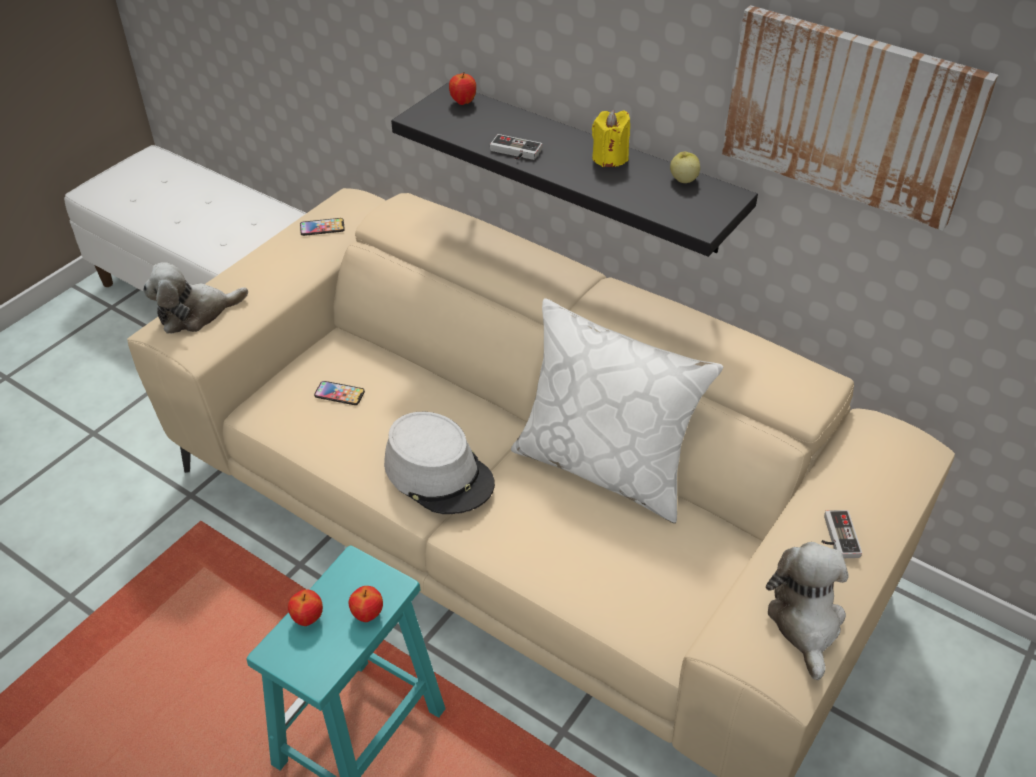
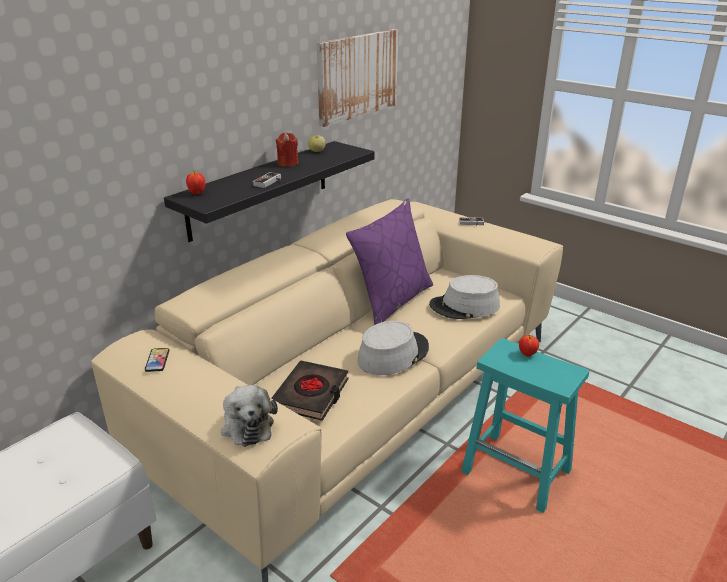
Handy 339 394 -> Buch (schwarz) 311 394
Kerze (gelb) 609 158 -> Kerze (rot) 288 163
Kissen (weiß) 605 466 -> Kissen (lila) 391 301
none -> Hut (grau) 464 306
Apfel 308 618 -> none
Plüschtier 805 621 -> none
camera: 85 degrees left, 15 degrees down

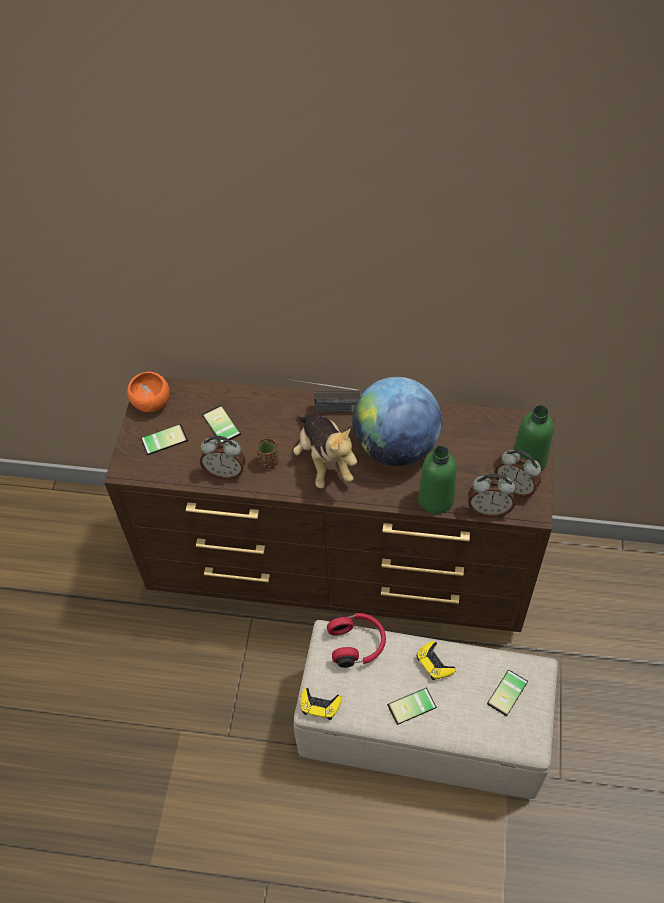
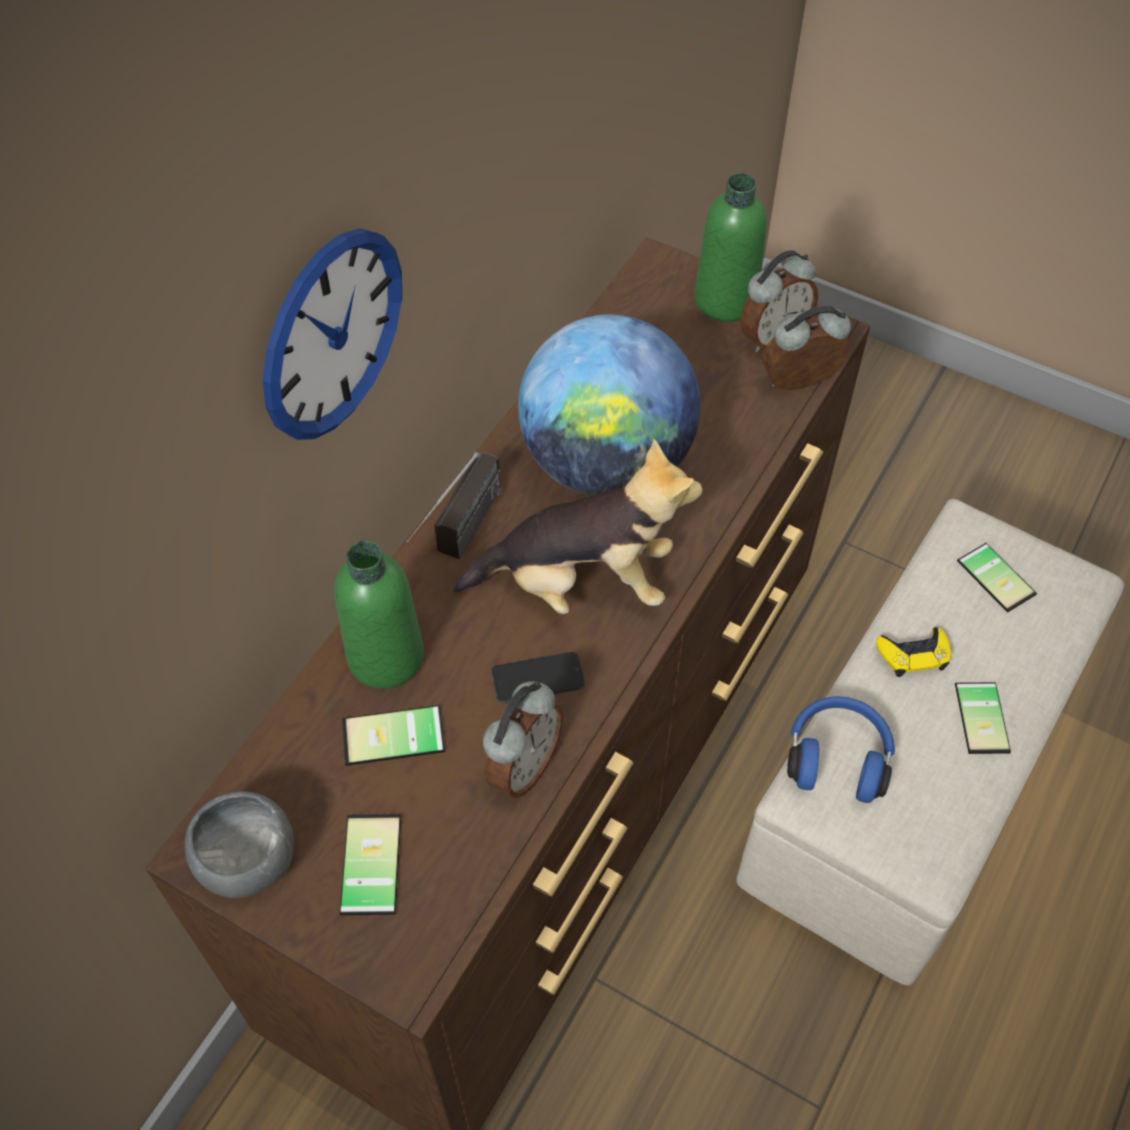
Schüssel (orange) 150 402 -> Schüssel (grau) 247 863
none -> Wanduhr 332 335
Flasche (grün) 436 499 -> Flasche (grün) 385 657, moved
Tasse (braun) 268 462 -> Handy 538 678
Wecker 489 509 -> Wecker 800 385, 135 degrees counterclockwise
Kopfhörer (rot) 357 644 -> Kopfhörer (blau) 837 756
Gamepad (gelb) 320 705 -> none
camera: 70 degrees left, 0 degrees up

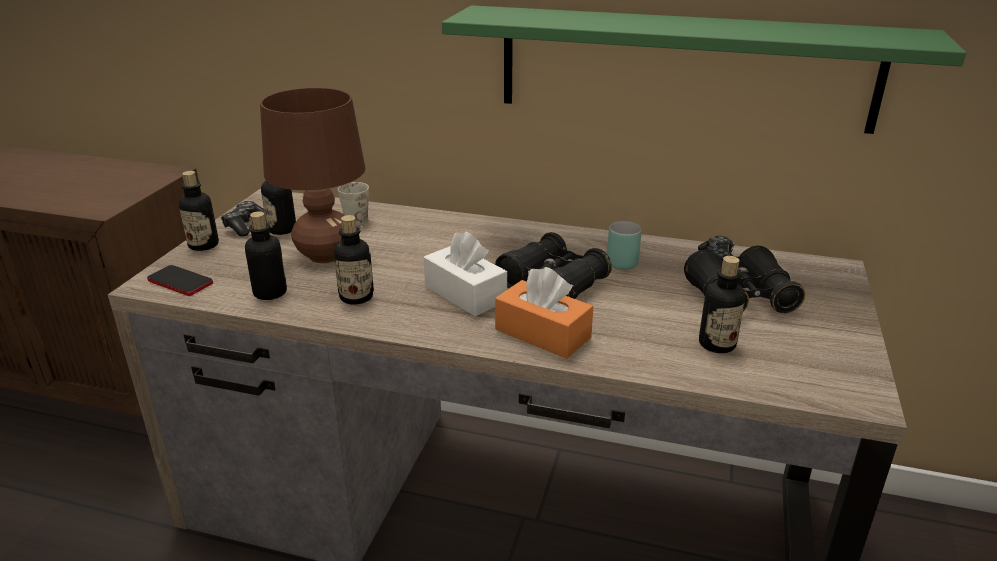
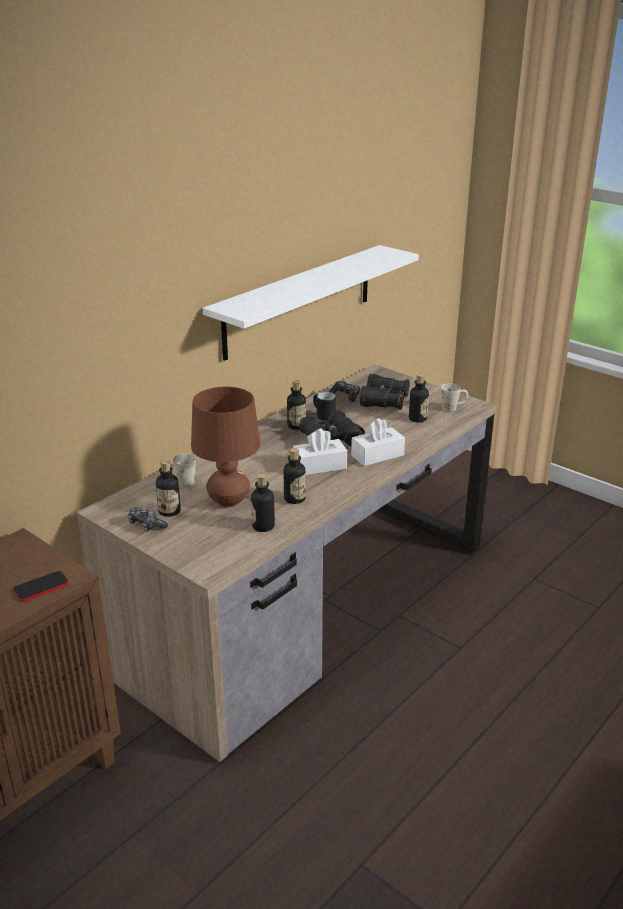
Handy 180 282 -> Handy 41 587, moved
Wandregal (grün) 684 68 -> Wandregal (weiß) 299 301
Flasche 203 245 -> Flasche 296 426, moved
Henkelbecher (türkis) 622 260 -> Henkelbecher (schwarz) 322 416
Taschentuchbox (orange) 542 334 -> Taschentuchbox (weiß) 377 455
none -> Henkelbecher (weiß) 453 408
camera: 65 degrees left, 0 degrees up

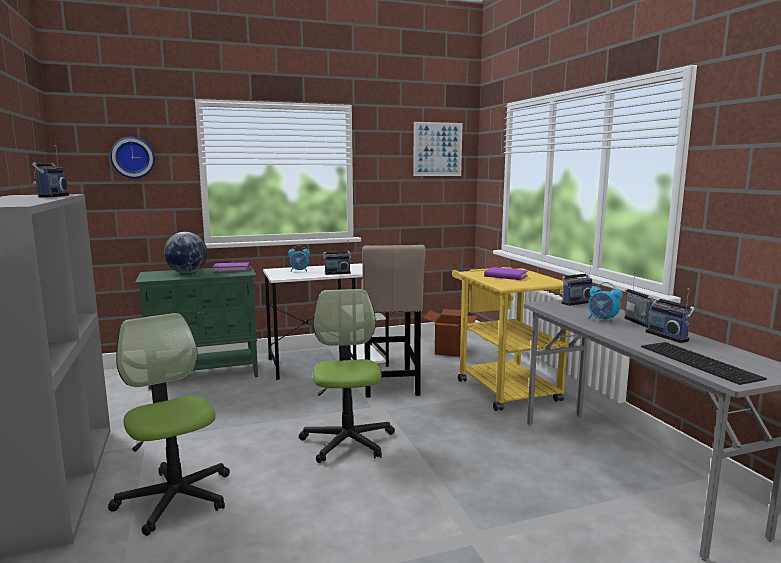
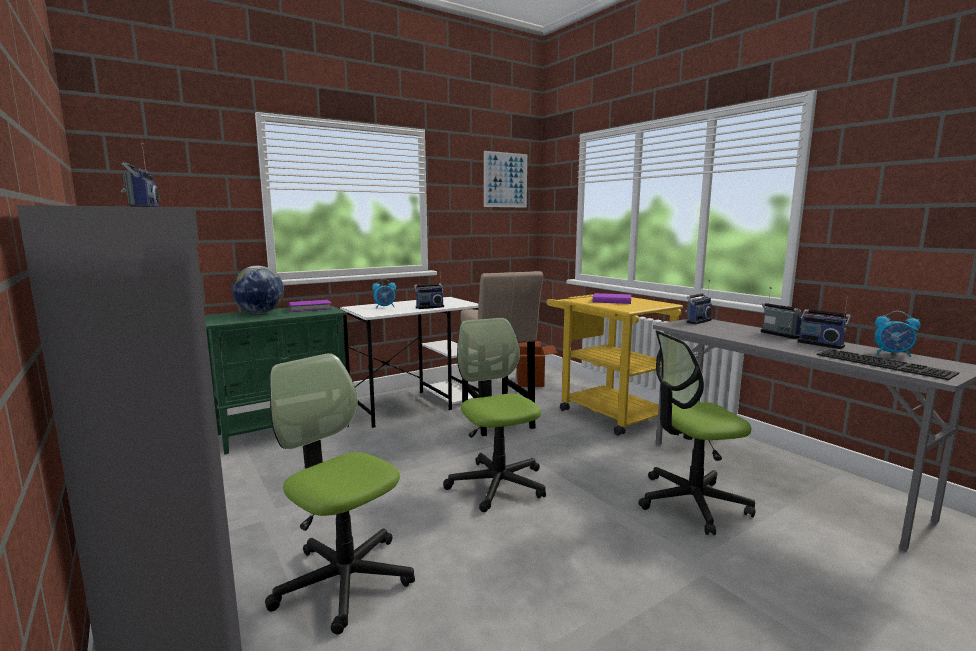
none -> Bürostuhl 691 502
Wecker 602 320 -> Wecker 893 354, moved
Wanduhr 133 157 -> none
camera: 15 degrees left, 0 degrees up

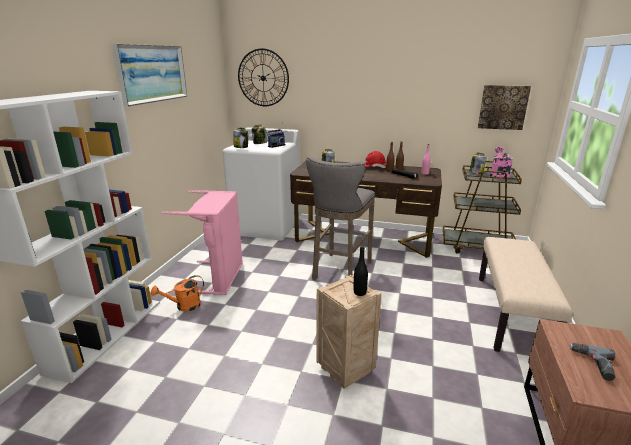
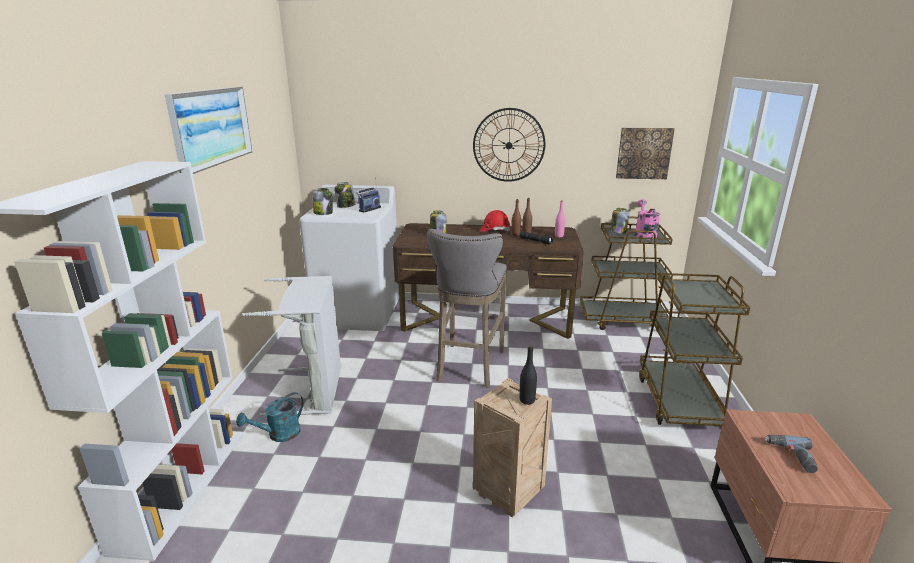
Gießkanne (orange) 184 306 -> Gießkanne (türkis) 279 435
Wäschekorb (rosa) 218 278 -> Wäschekorb (grau) 314 391
Wanduhr 263 78 -> Wanduhr 508 145, moved
Bank (beige) 511 314 -> Rollwagen (braun) 679 401
camera: 10 degrees left, 0 degrees up

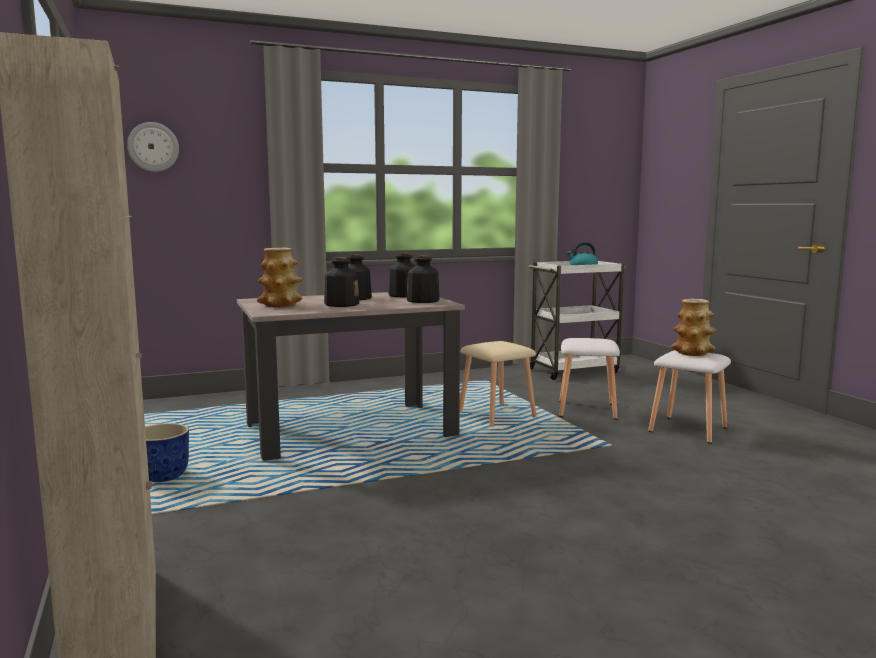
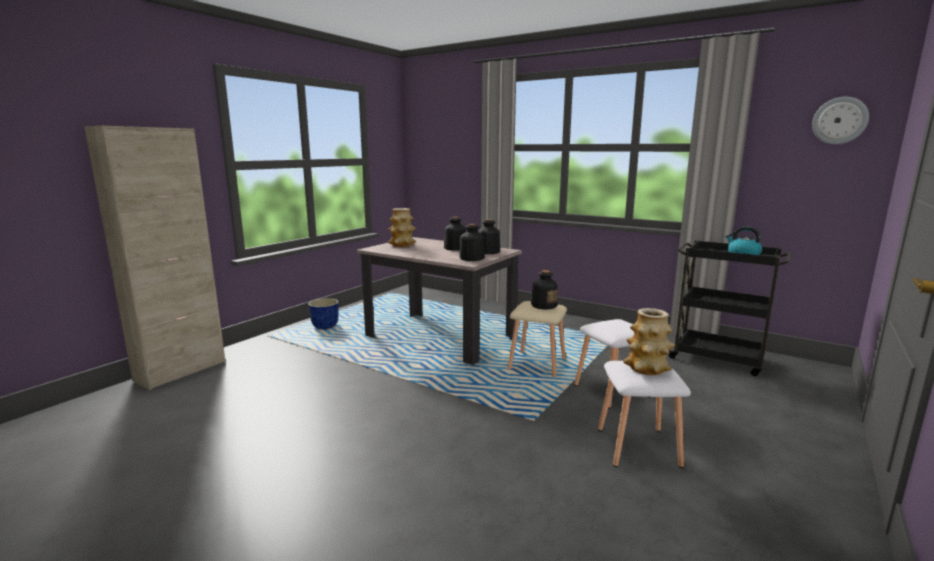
Flasche 341 304 -> Flasche 543 305, moved
Rollwagen (weiß) 574 371 -> Rollwagen (schwarz) 718 359
Wanduhr 153 147 -> Wanduhr 839 120, moved
camera: 55 degrees right, 5 degrees up

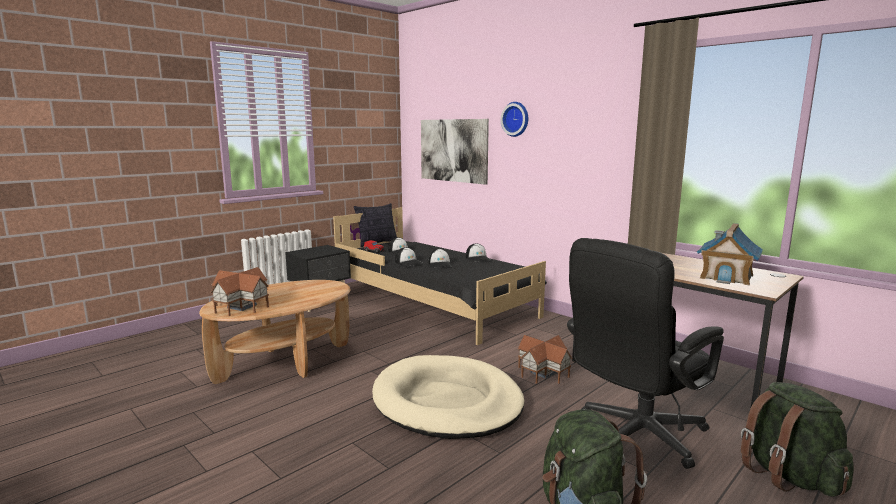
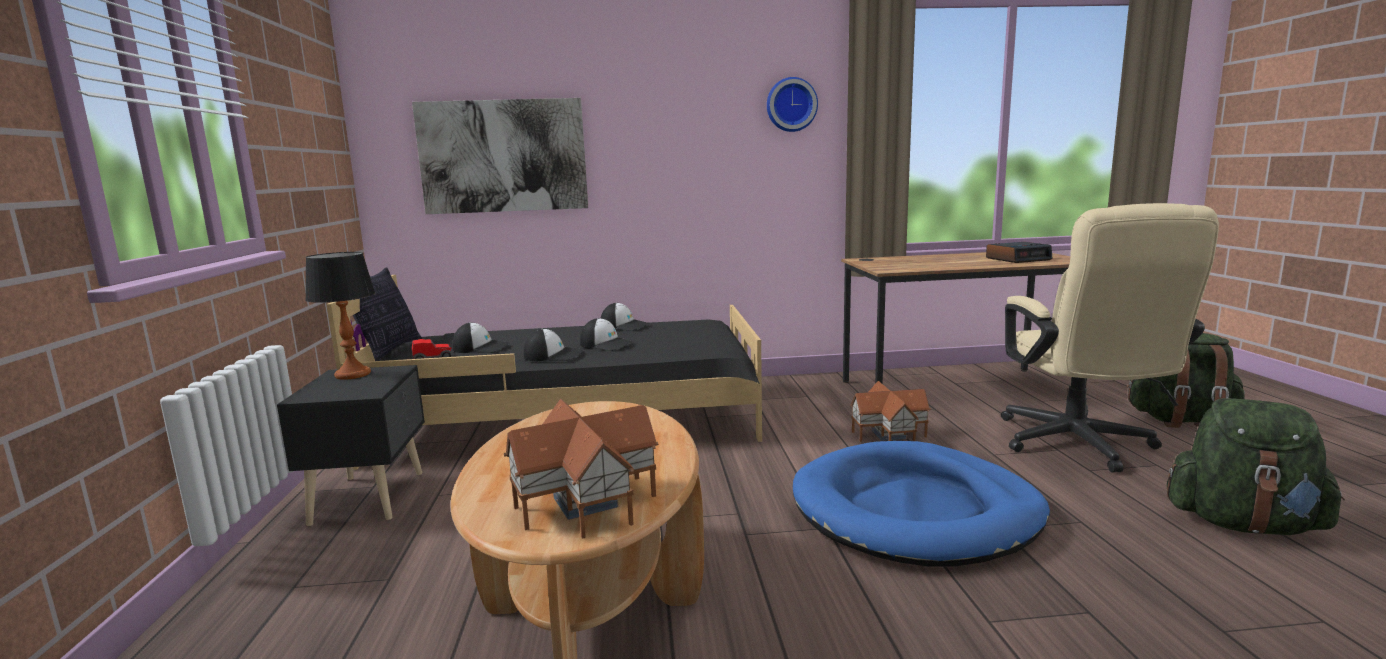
none -> Tischlampe 352 374
Wanduhr 516 119 -> Wanduhr 791 105, moved
Hundebett (beige) 447 402 -> Hundebett (blau) 915 510
Spielzeughaus 727 276 -> Wecker 1018 259
Bürostuhl (schwarz) 634 436 -> Bürostuhl (beige) 1080 447
camera: 50 degrees left, 0 degrees up

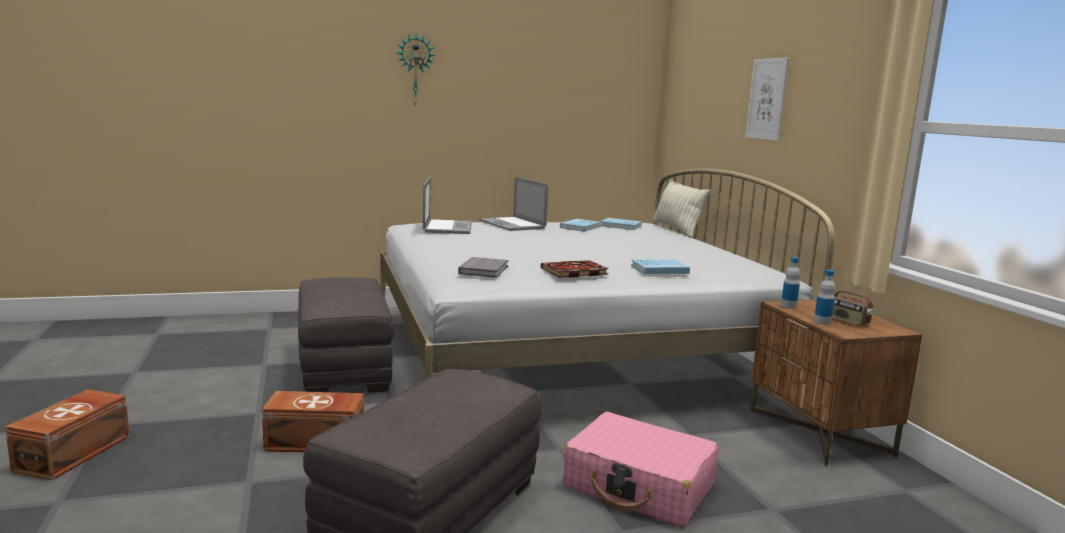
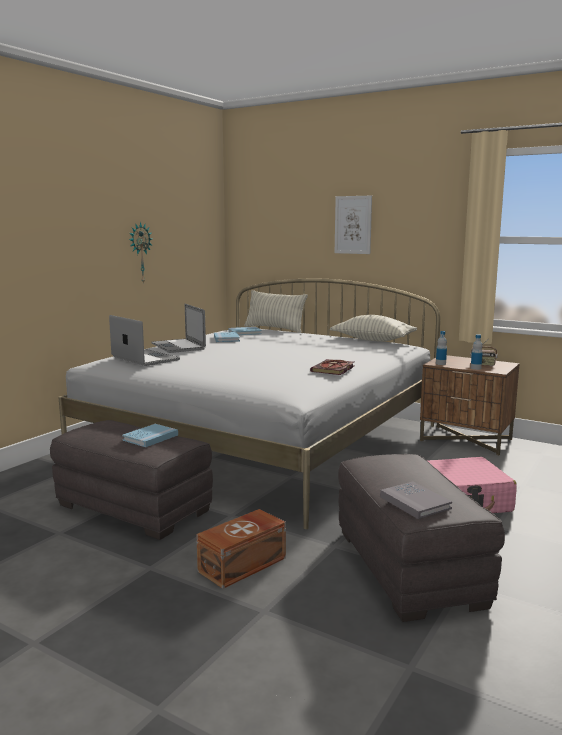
Buch (blau) 659 269 -> Buch (blau) 150 437, moved
Wanduhr 415 70 -> Wanduhr 139 253, moved
Laptop 511 224 -> Laptop 178 346, 45 degrees clockwise
none -> Kissen 373 340
Buch (grau) 483 270 -> Buch (grau) 415 502, moved
Aufbewahrungsbox (braun) 75 453 -> none
camera: 40 degrees left, 0 degrees up

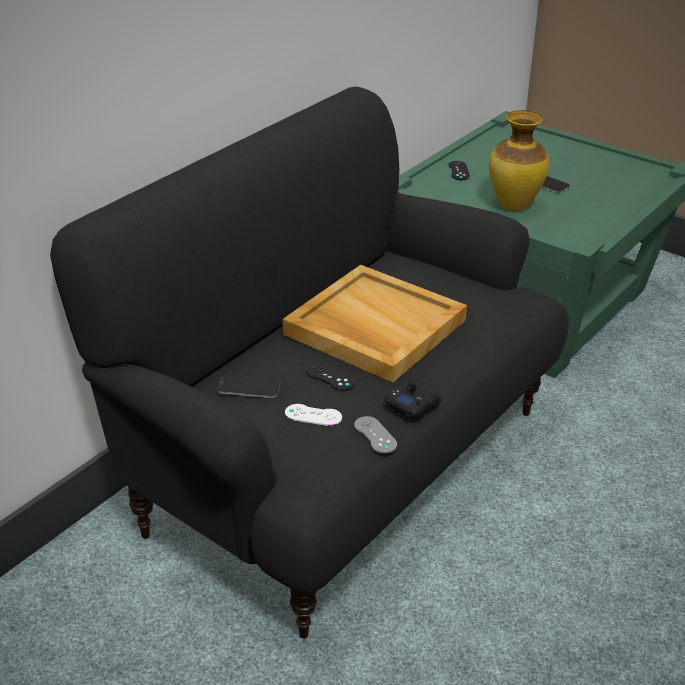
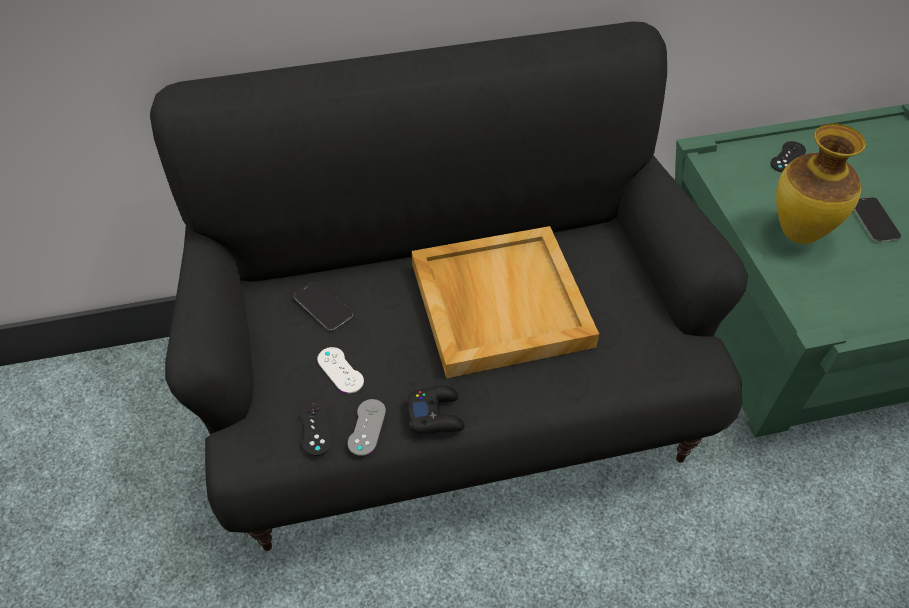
Gamepad (schwarz) 330 377 -> Gamepad (schwarz) 315 427, moved
camera: 40 degrees right, 15 degrees up

